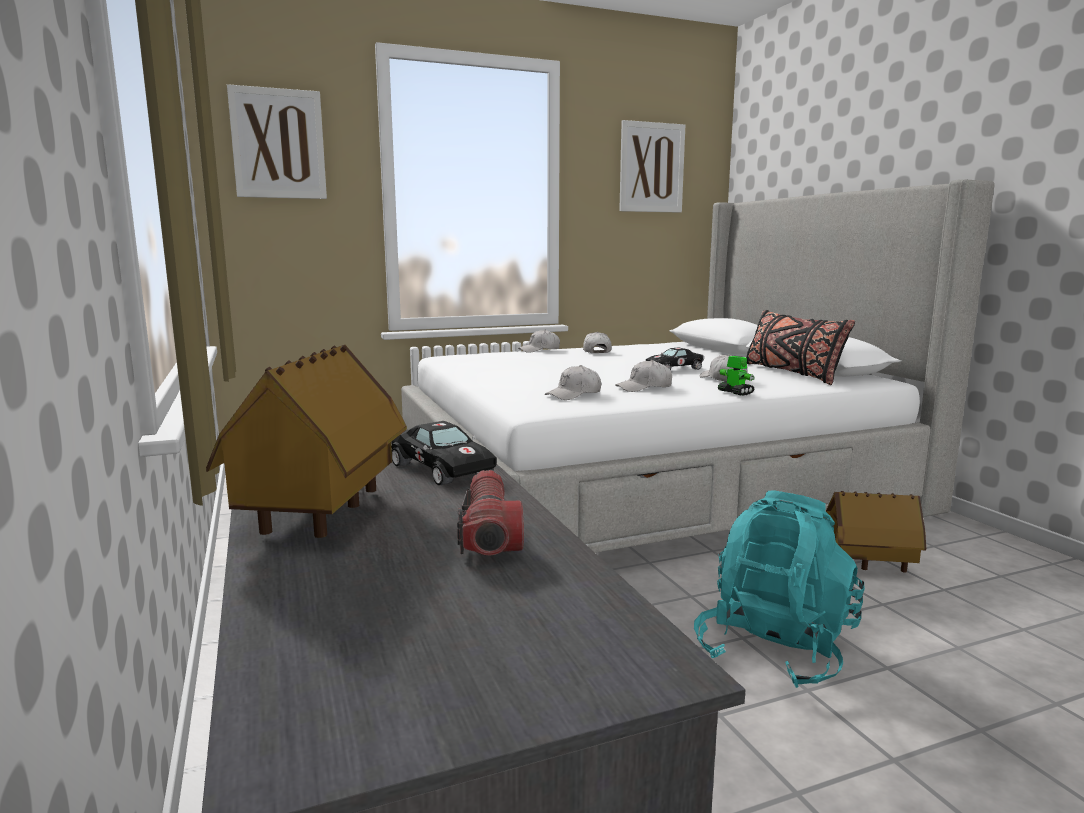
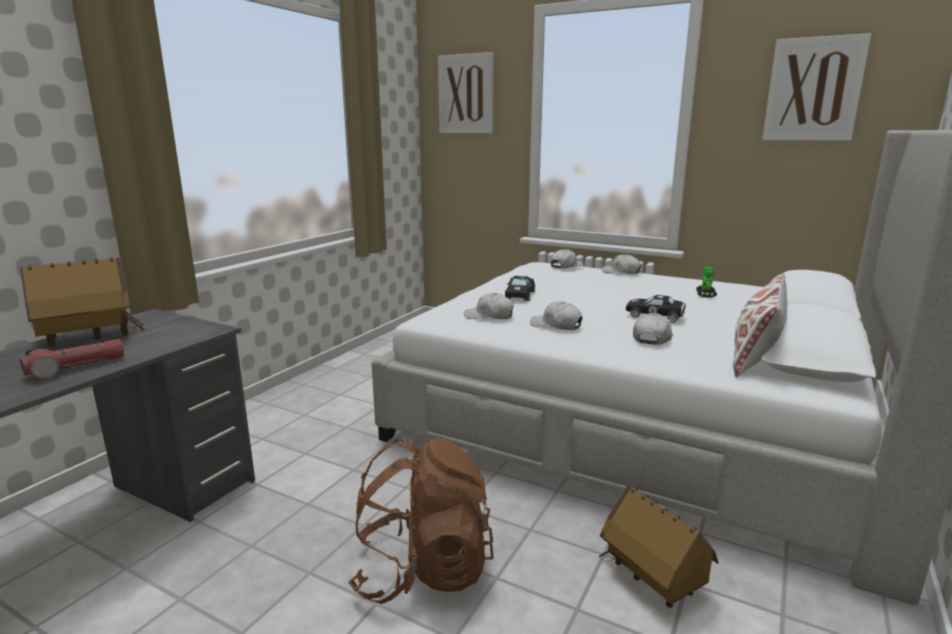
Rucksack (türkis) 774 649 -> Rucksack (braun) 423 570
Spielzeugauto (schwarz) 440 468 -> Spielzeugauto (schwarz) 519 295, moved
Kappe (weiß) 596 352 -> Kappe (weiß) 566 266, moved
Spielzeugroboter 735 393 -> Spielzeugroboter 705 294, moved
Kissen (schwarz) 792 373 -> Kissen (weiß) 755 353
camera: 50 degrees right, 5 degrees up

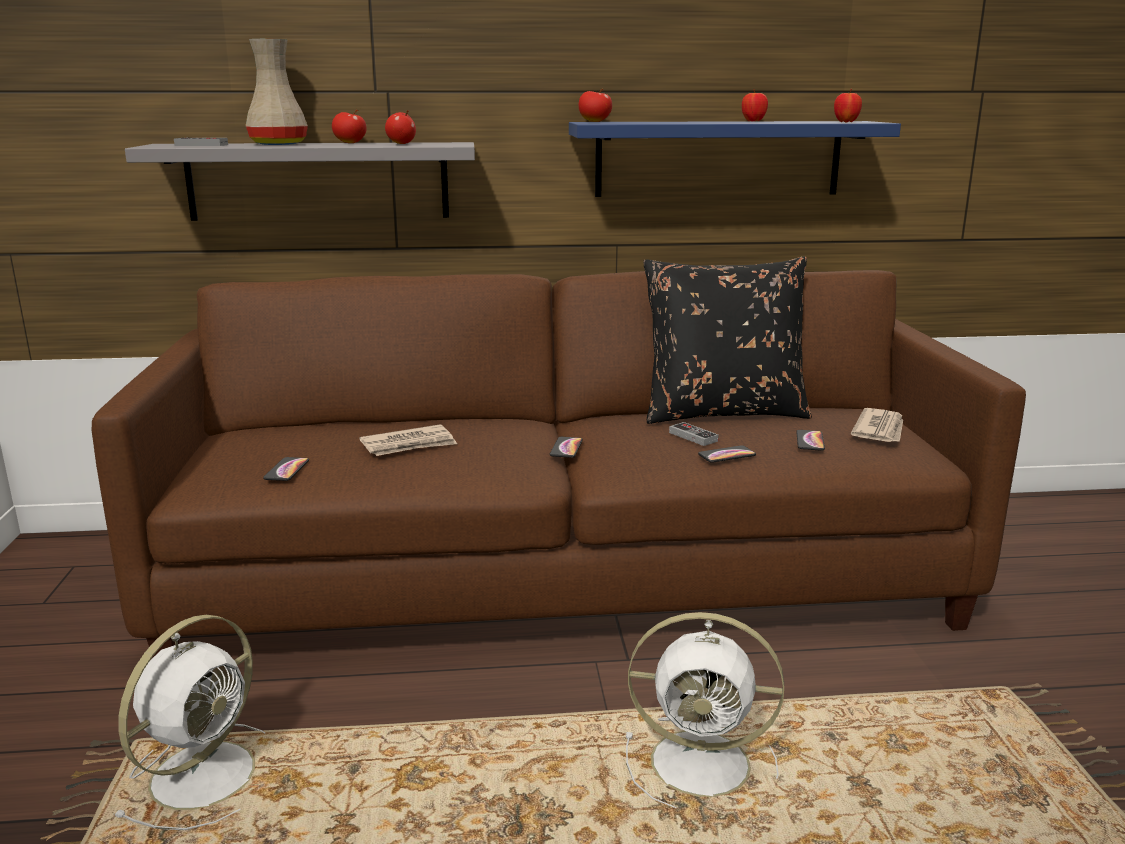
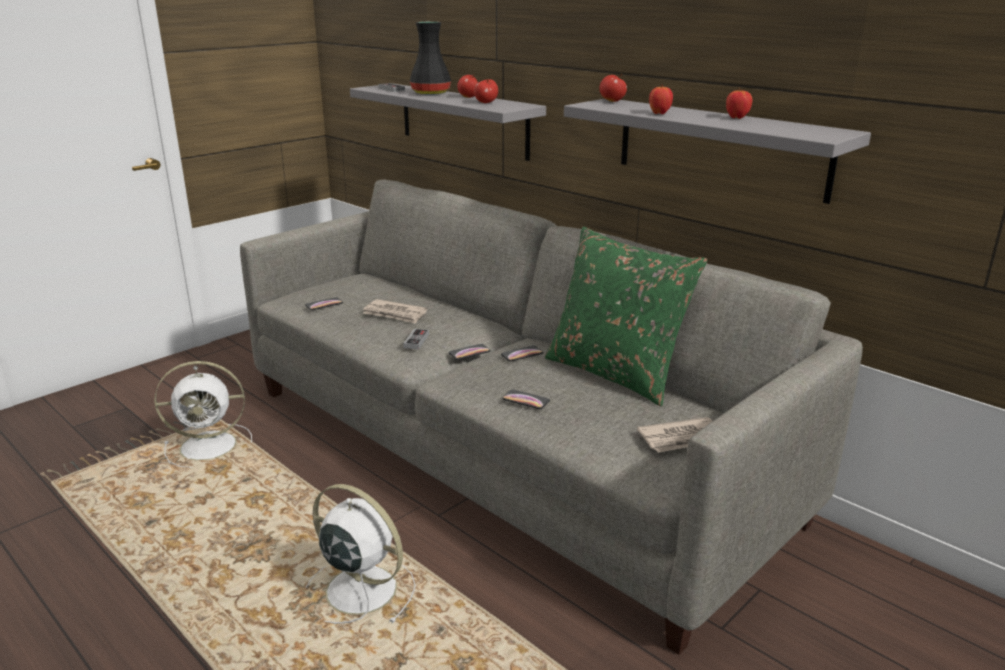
Sofa (braun) 563 576 -> Sofa (grau) 503 450
Ventilator (weiß) 705 764 -> Ventilator (weiß) 358 589, 150 degrees clockwise
Gamepad 693 437 -> Gamepad 416 341, moved
Vase (beige) 278 144 -> Vase (schwarz) 430 93
Handy 810 441 -> Handy 522 354, moved
Kissen (schwarz) 723 412 -> Kissen (grün) 616 373
Wandregal (blau) 718 158 -> Wandregal (grau) 720 148
Apfel 846 122 -> Apfel 659 113, moved
camera: 50 degrees right, 5 degrees up

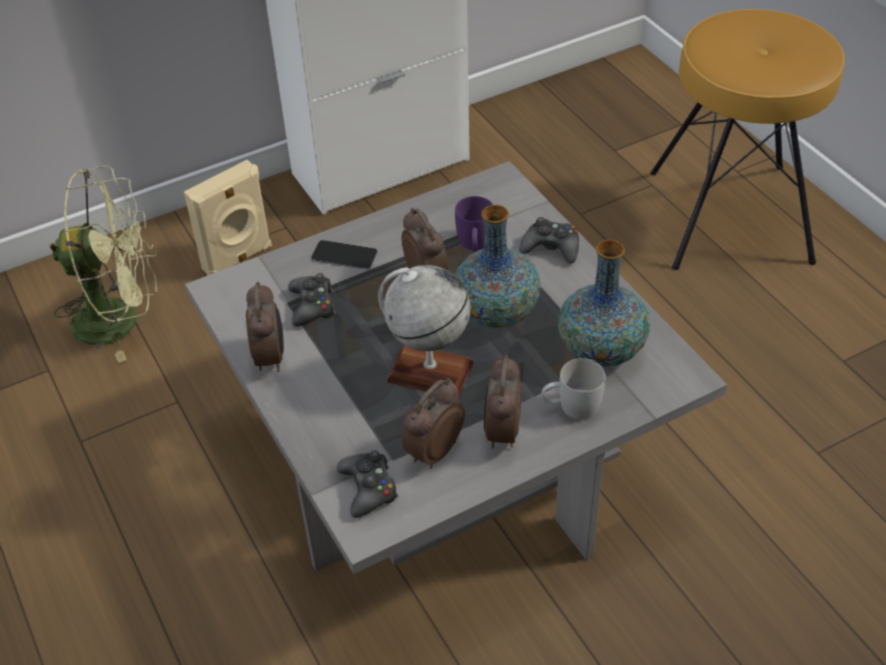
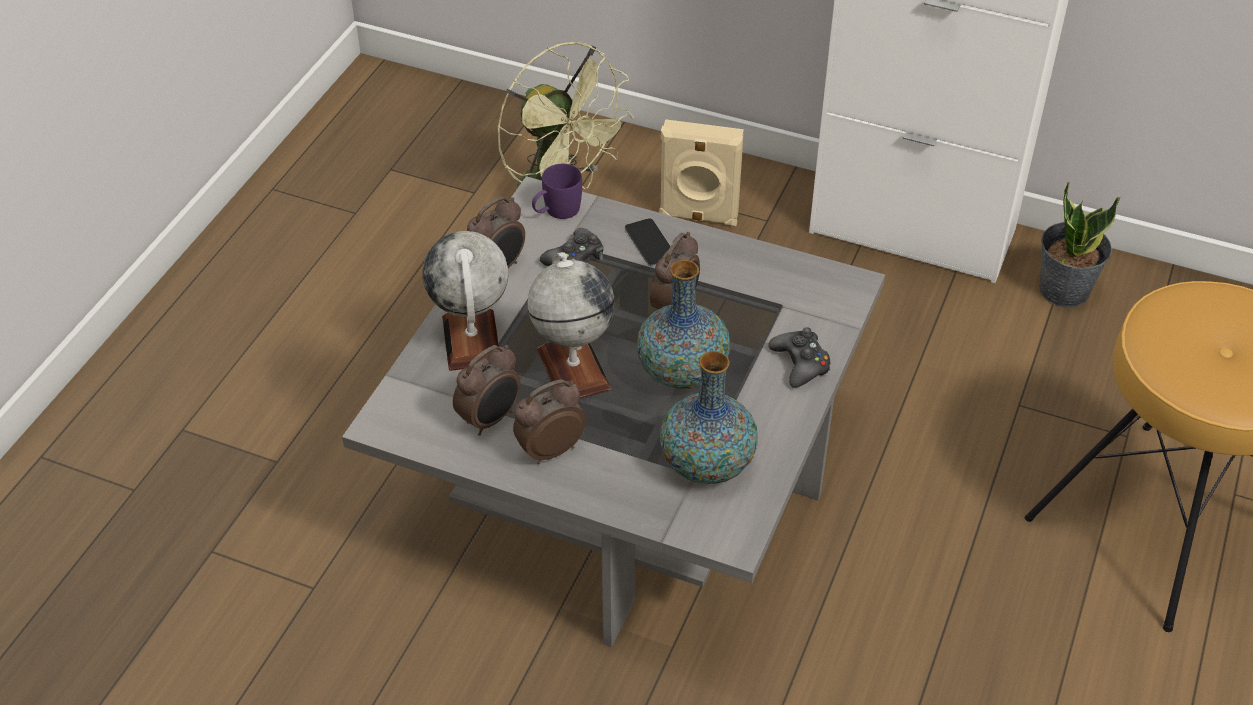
none -> Globus 472 340
Wecker 433 451 -> Wecker 490 419, 135 degrees clockwise
Henkelbecher (lila) 474 245 -> Henkelbecher (lila) 556 211, moved
none -> Topfpflanze 1063 289
Gamepad (schwarz) 368 488 -> none
Henkelbecher (weiß) 571 407 -> none
camera: 50 degrees right, 0 degrees up

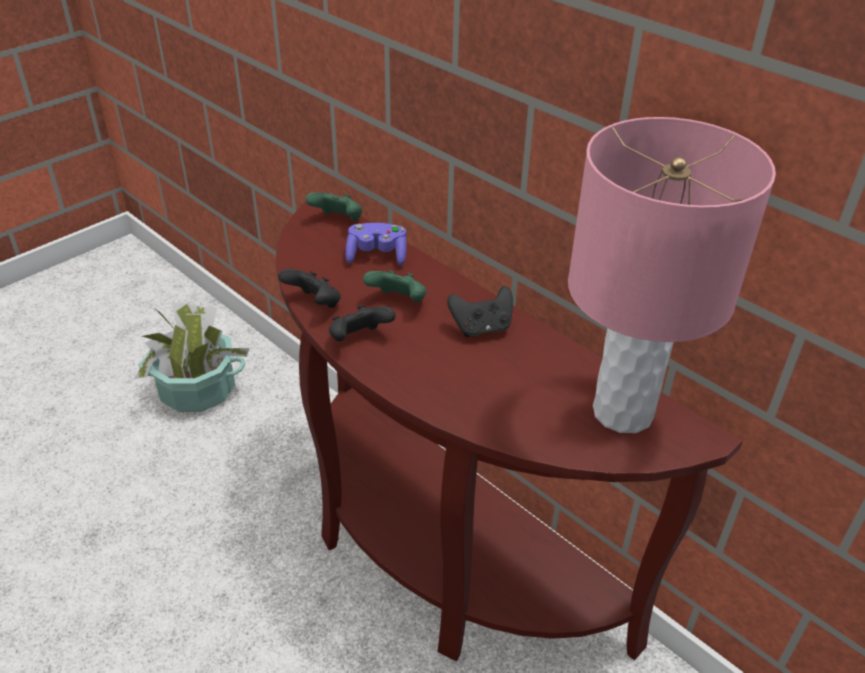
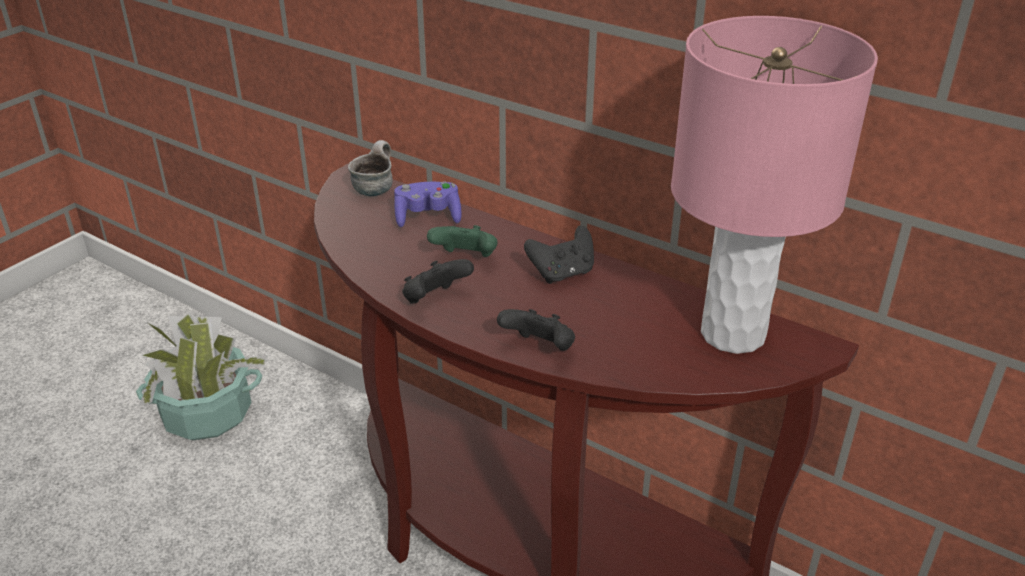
Gamepad (grün) 338 221 -> Henkelbecher 374 188
Gamepad (schwarz) 314 304 -> Gamepad (schwarz) 540 349, moved
camera: 10 degrees left, 5 degrees down

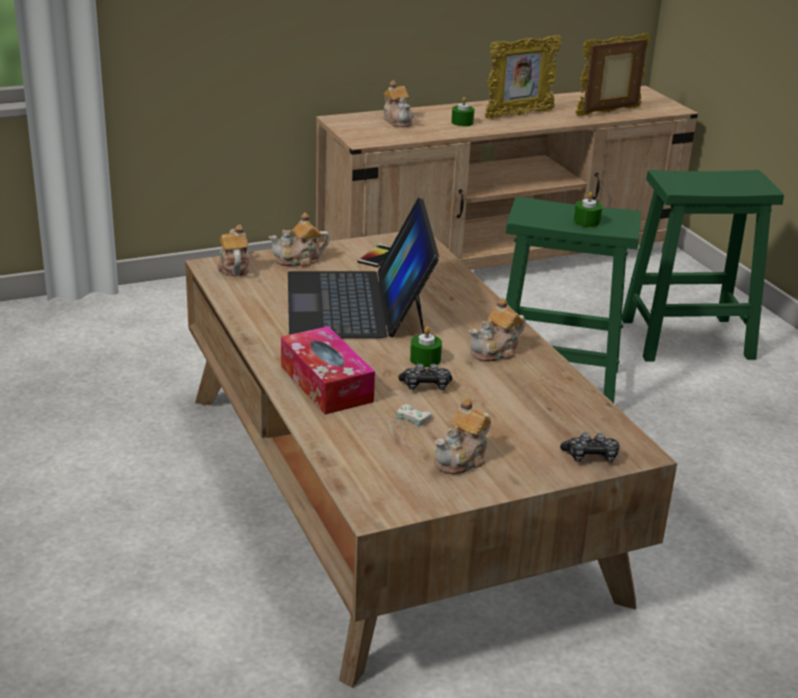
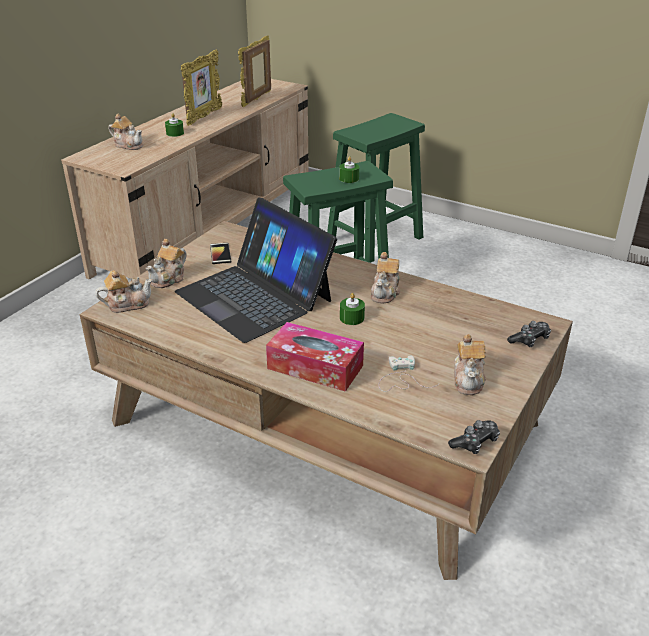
Teekanne 233 267 -> Teekanne 127 304, 120 degrees clockwise
Gamepad 426 386 -> Gamepad 475 442, moved
camera: 35 degrees left, 5 degrees up

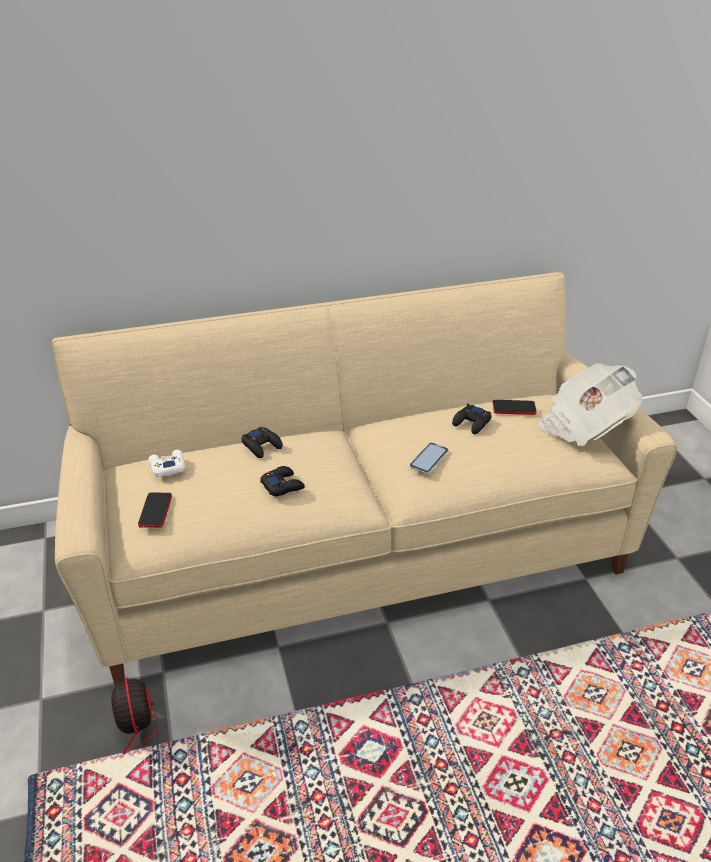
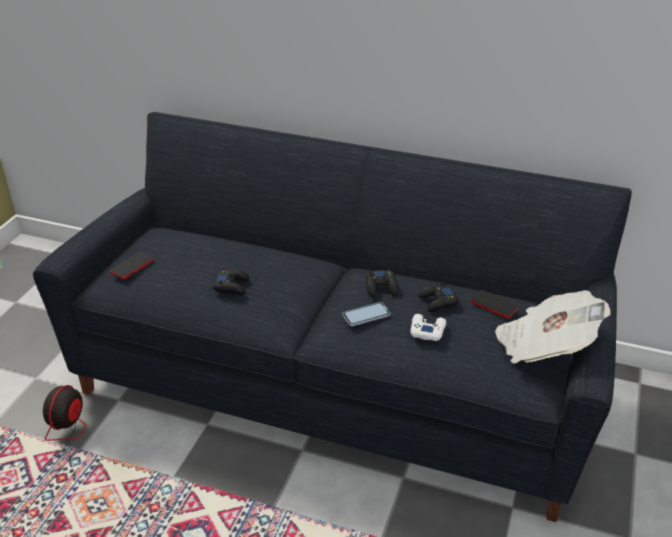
Sofa (beige) 355 547 -> Sofa (schwarz) 336 379
Gamepad (schwarz) 262 446 -> Gamepad (schwarz) 381 287, moved
Gamepad (weiß) 167 467 -> Gamepad (weiß) 427 330, moved
camera: 35 degrees right, 0 degrees up

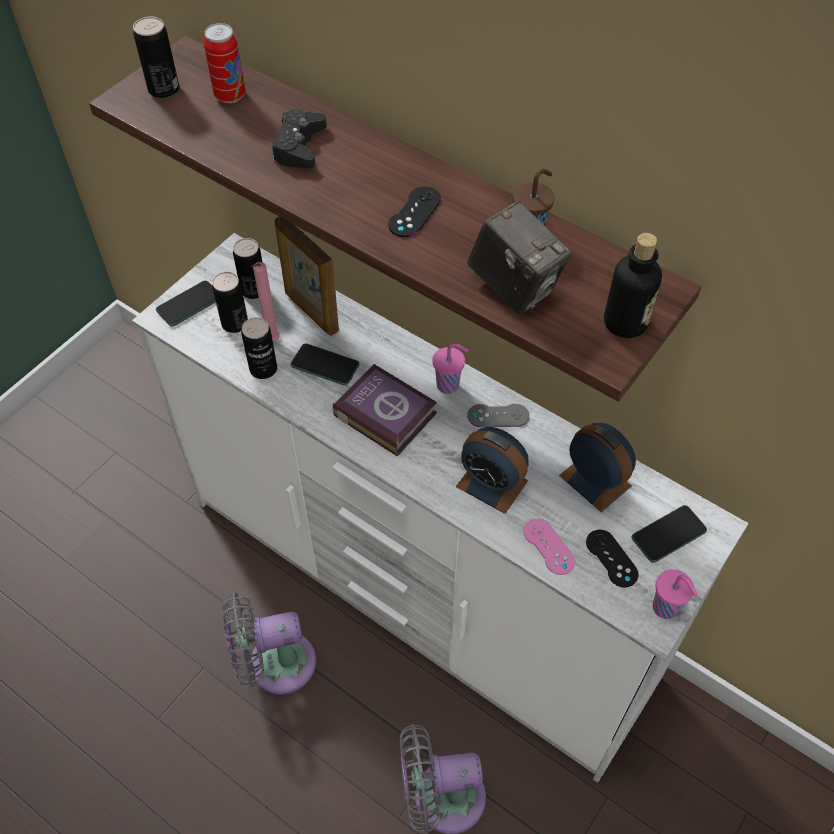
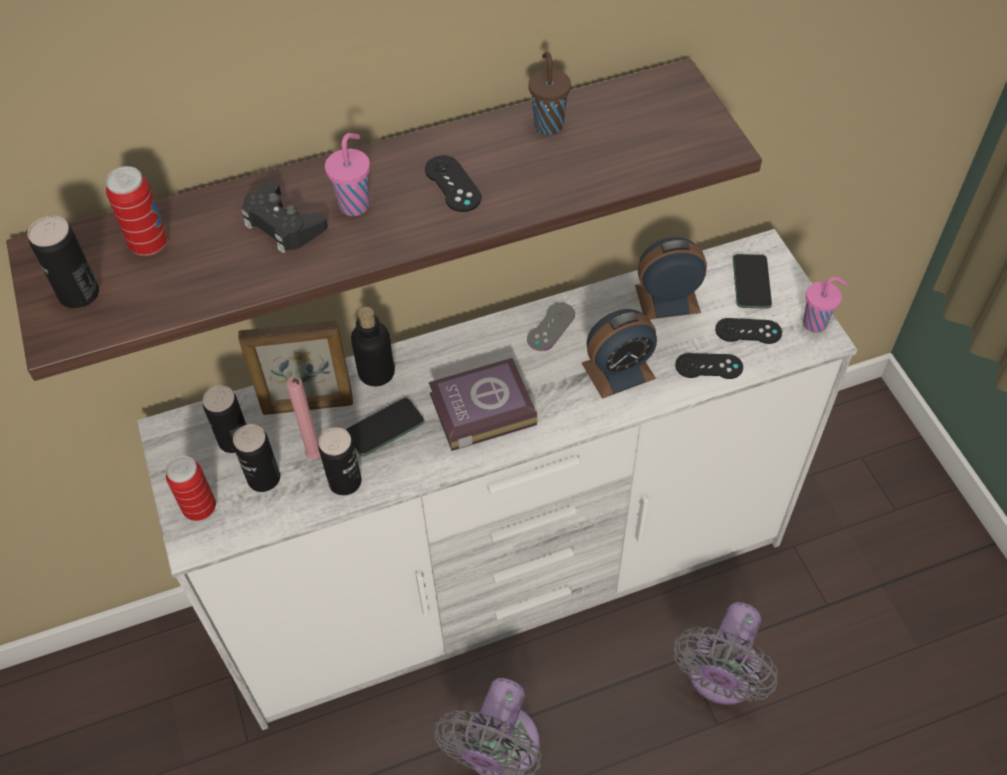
Handy 189 304 -> Dose 200 508
Tasse (rosa) 449 385 -> Tasse (rosa) 355 204, moved
Flasche 625 323 -> Flasche 376 373, moved
Gamepad (rosa) 548 546 -> Gamepad (schwarz) 709 366
Kamera 514 287 -> none
camera: 55 degrees left, 0 degrees up

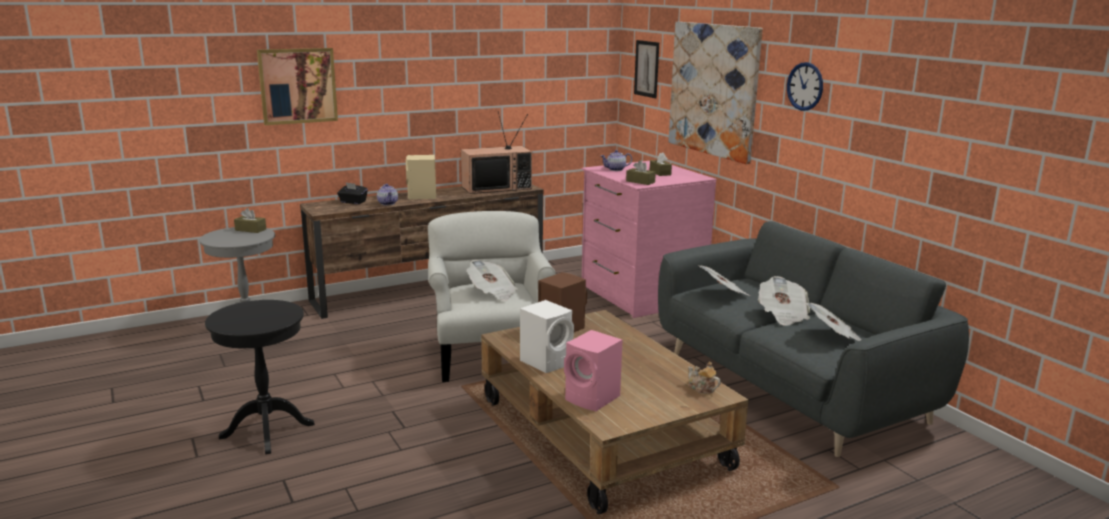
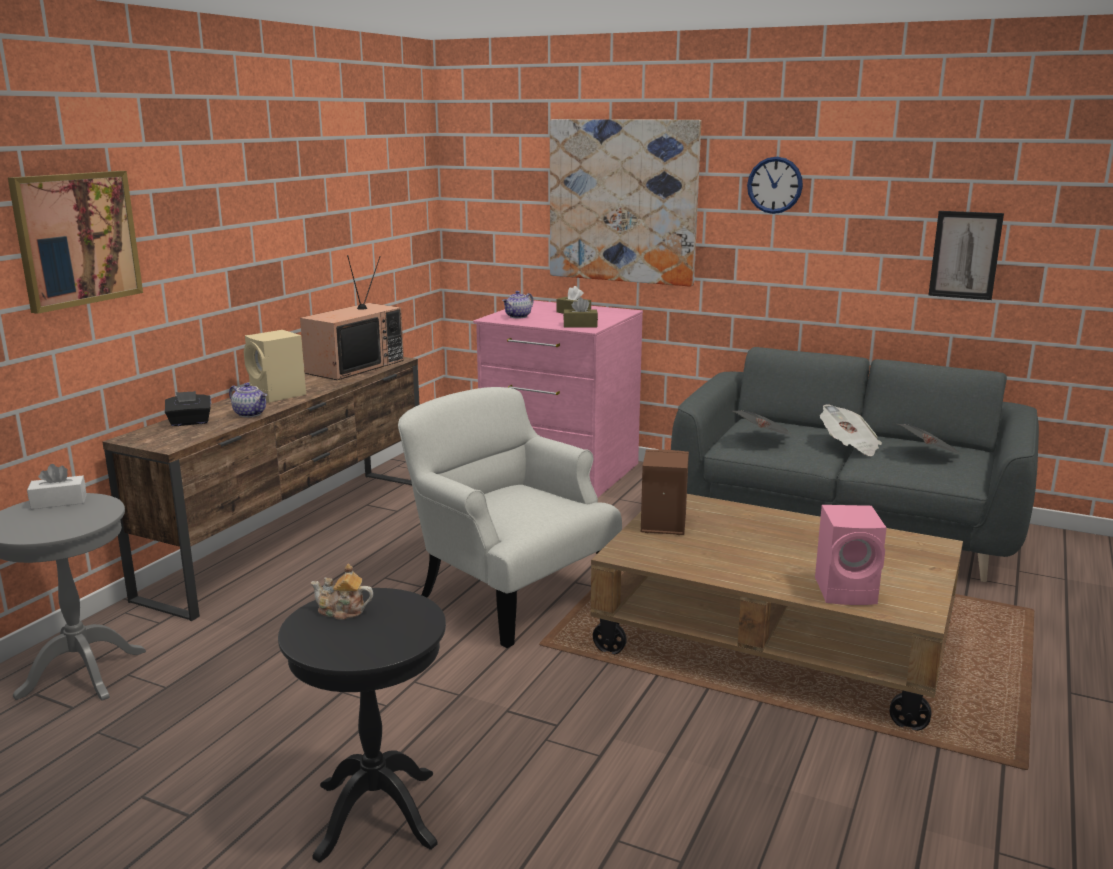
Taschentuchbox (braun) 250 230 -> Taschentuchbox (weiß) 59 502
Teekanne 702 388 -> Teekanne 342 611, moved
Bild 646 68 -> Bild 965 255, moved
Zeitung 492 293 -> none
Lautsprecher (weiß) 547 362 -> none
camera: 35 degrees left, 0 degrees up

